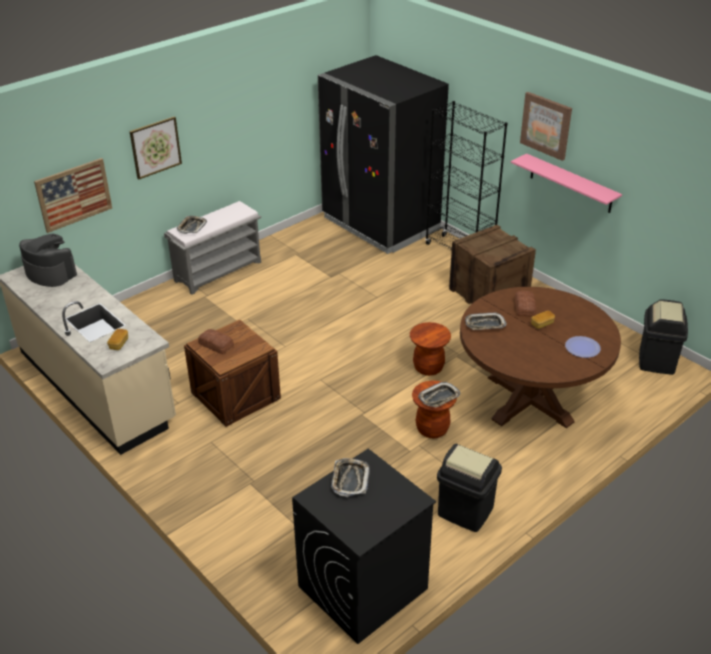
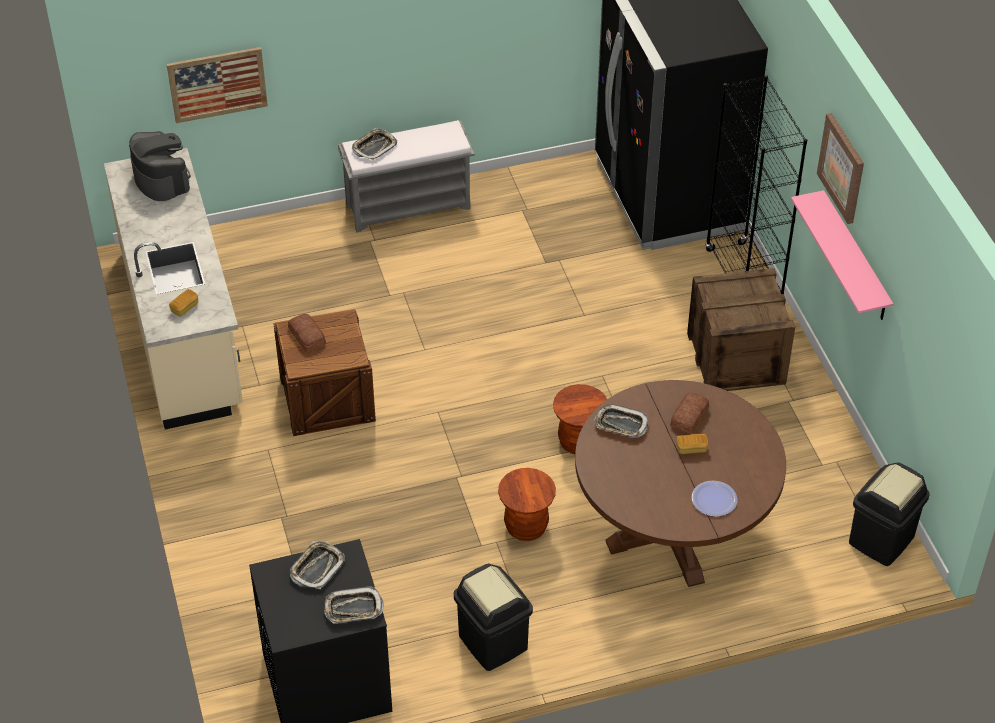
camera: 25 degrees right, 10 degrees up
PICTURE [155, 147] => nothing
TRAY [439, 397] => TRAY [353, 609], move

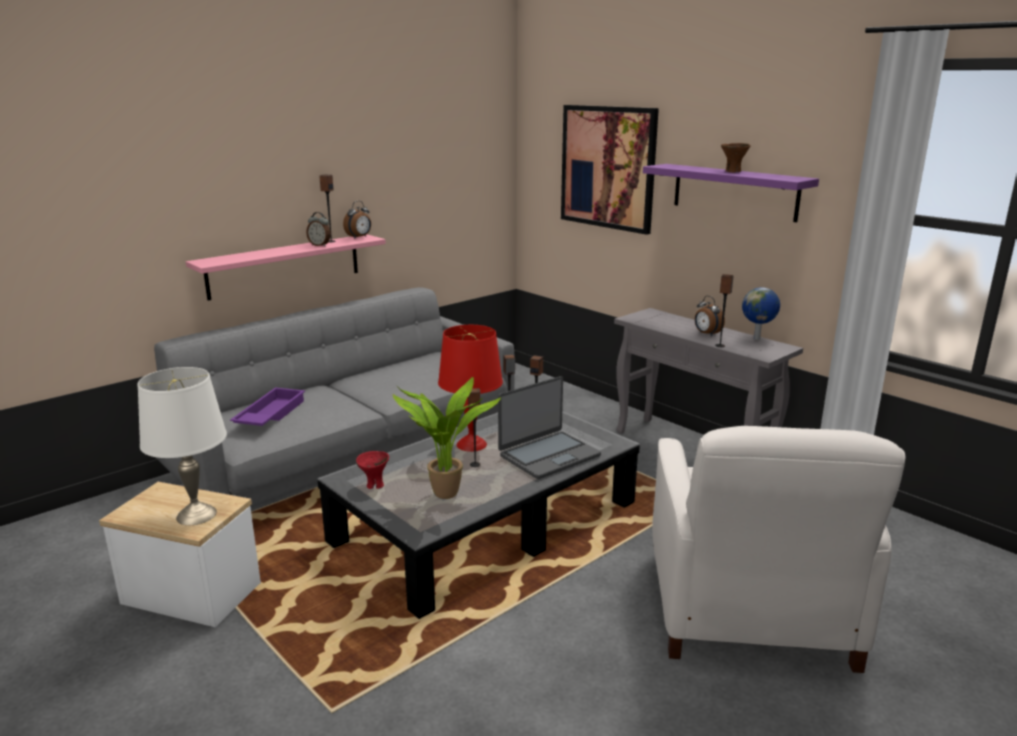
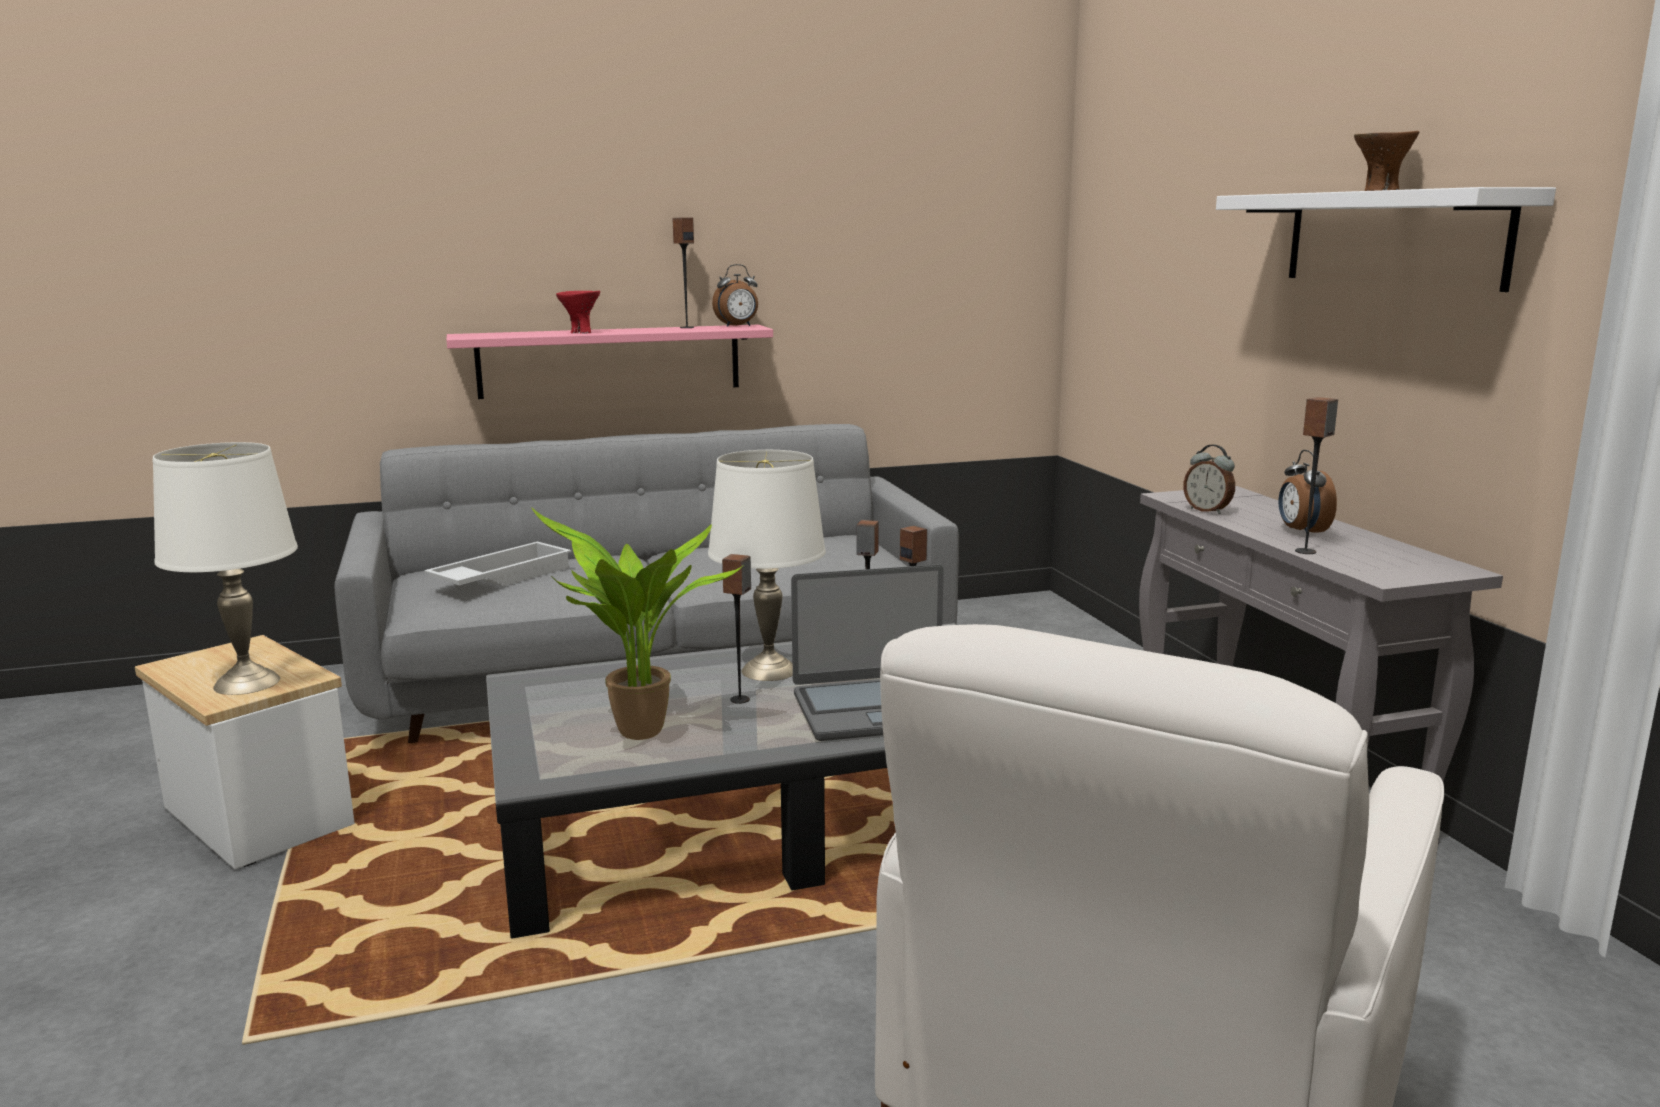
camera: 25 degrees right, 5 degrees down
PICTURE [607, 167] => nothing
GLOBE [757, 339] => nothing
ALARM CLOCK [320, 245] => ALARM CLOCK [1208, 511], move
RED BOWL [375, 485] => RED BOWL [581, 332], move
PURPLE TRAY [269, 414] => WHITE TRAY [501, 577]
RED TABLE LAMP [472, 444] => WHITE TABLE LAMP [770, 670]
PURPLE SHELF [734, 191] => WHITE SHELF [1392, 238]

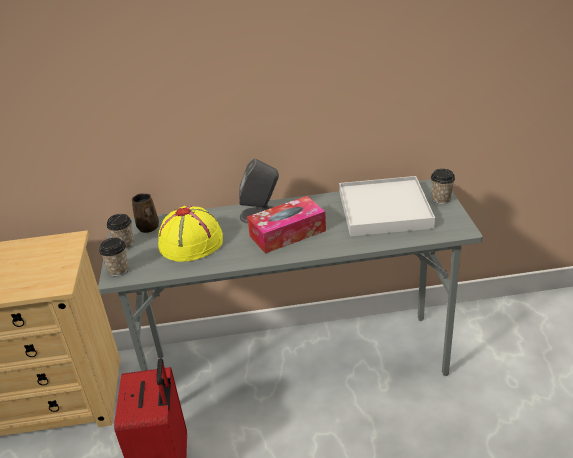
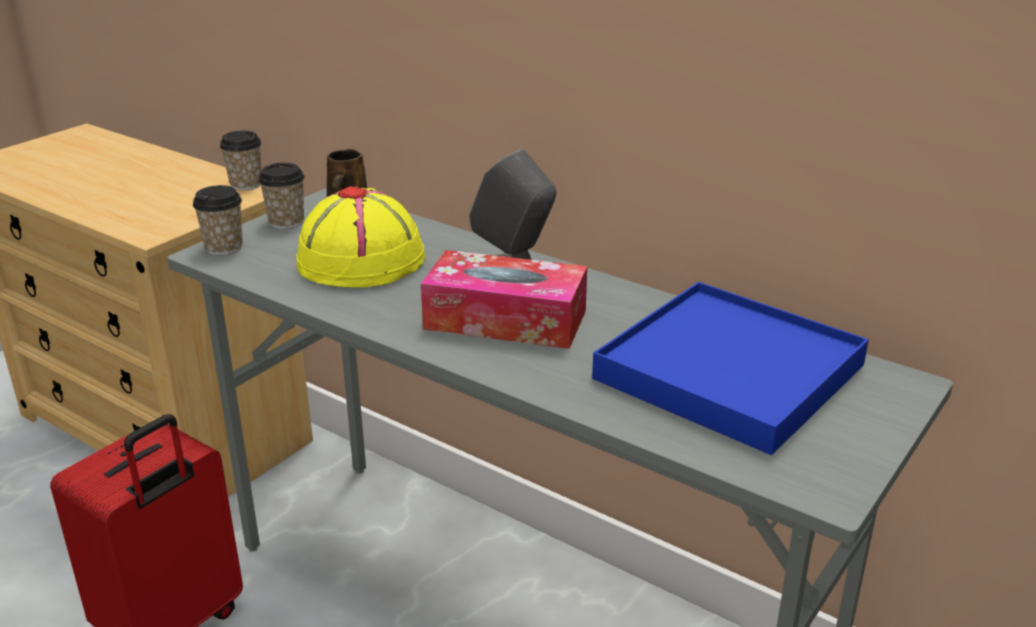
camera: 40 degrees right, 5 degrees down
CUP [441, 199] => CUP [246, 184], move
WHITE TRAY [384, 210] => BLUE TRAY [729, 372]

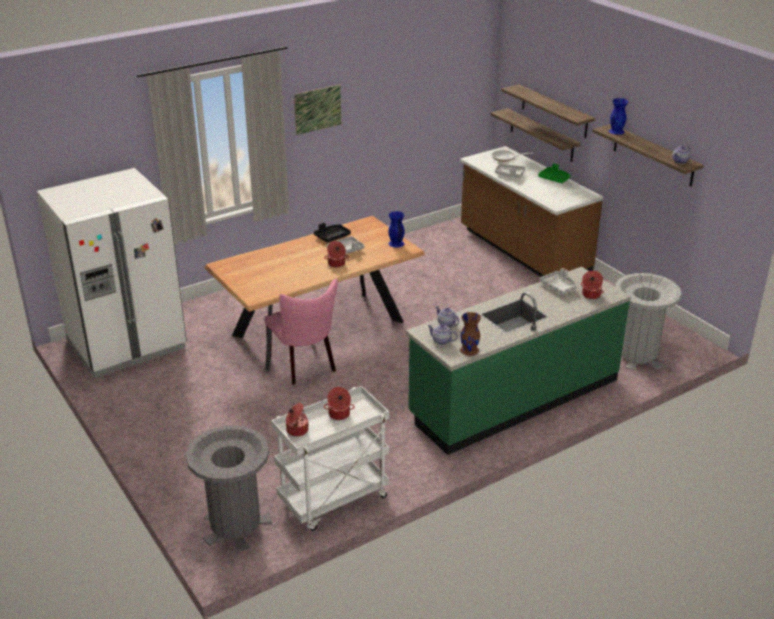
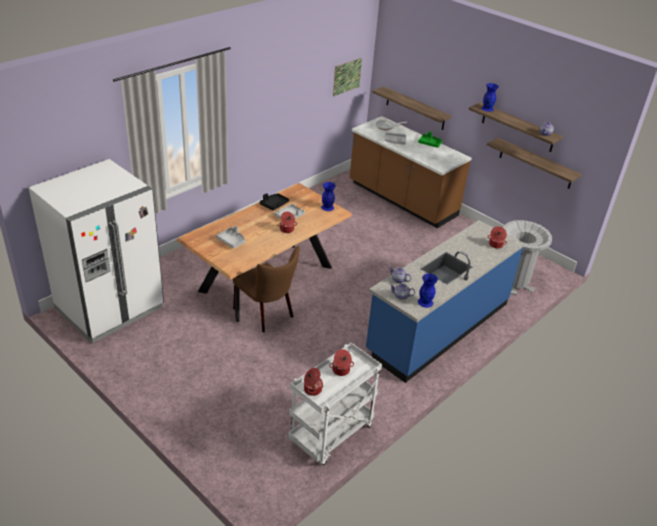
camera: 15 degrees left, 5 degrees up
GREY TRASH CAN [235, 525] => nothing
PICTURE [317, 109] => PICTURE [347, 76], move
SHELF [554, 111] => SHELF [535, 163], move
GREY TRAY [559, 287] => GREY TRAY [232, 241], move
PINK CHAIR [304, 365] => BROWN CHAIR [266, 314]
GREEN COUNTER [514, 398] => BLUE COUNTER [438, 327]
BROWN VASE [469, 350] => BLUE VASE [425, 302]

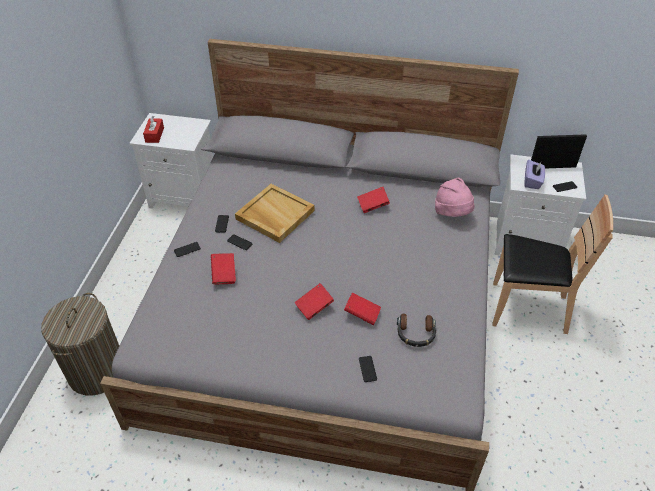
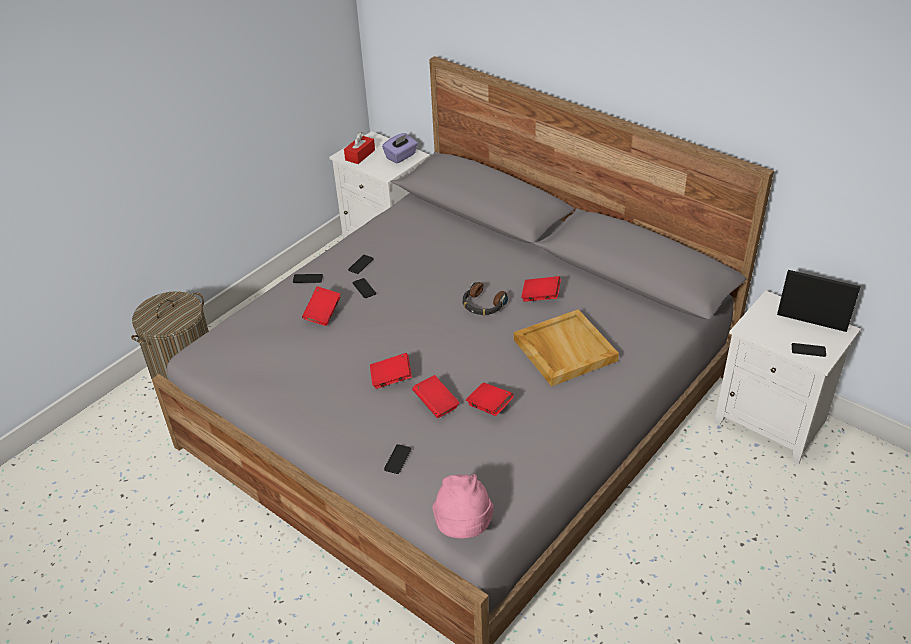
camera: 30 degrees right, 5 degrees down
BROWN CHAIR [527, 309] => nothing
nothing => RED BOOK [489, 406]
BEIGE TRAY [274, 215] => BEIGE TRAY [564, 350], move
HEADPHONES [415, 333] => HEADPHONES [483, 305], move
PINK HAT [452, 214] => PINK HAT [463, 527], move
PURPLE TISSUE BOX [532, 181] => PURPLE TISSUE BOX [401, 156], move

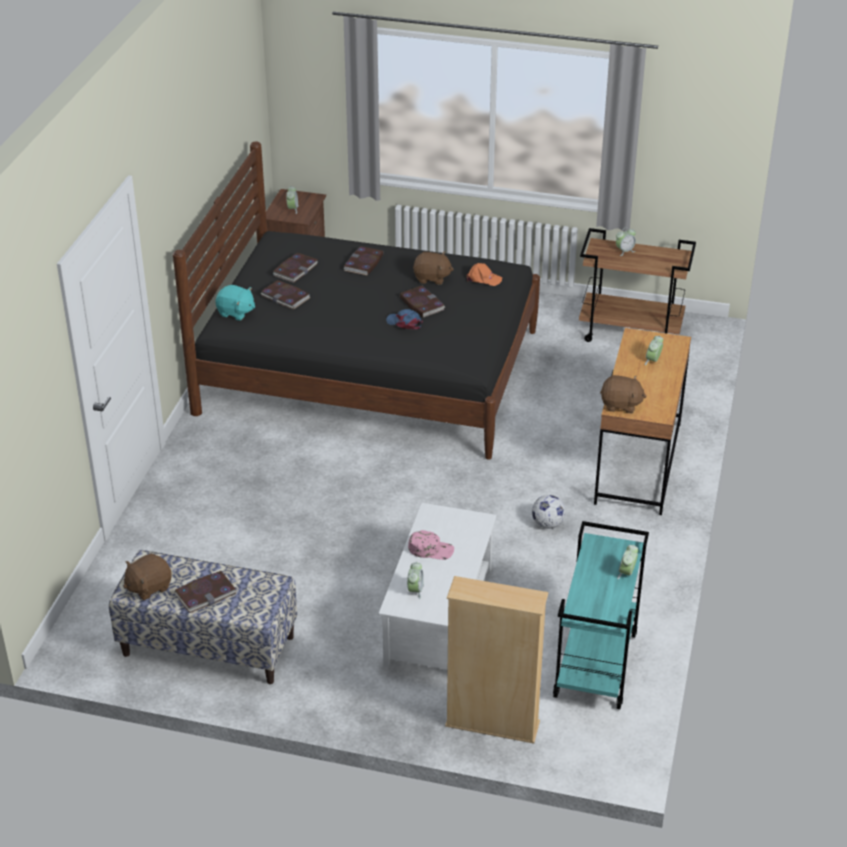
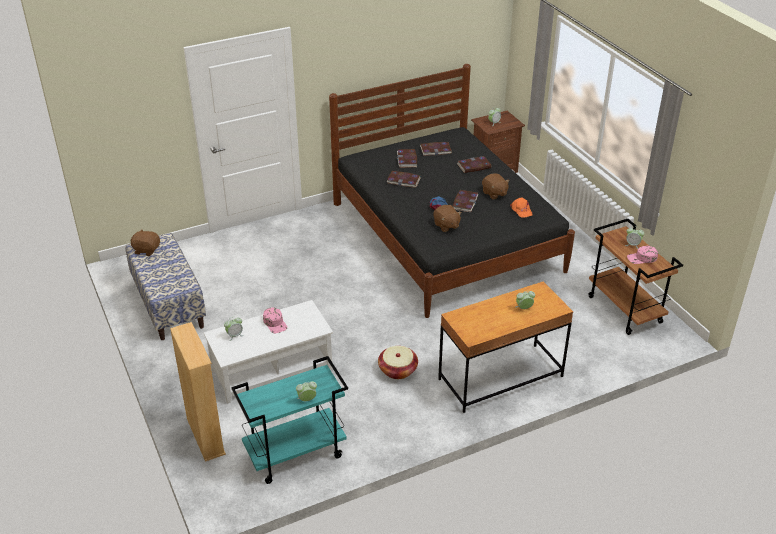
camera: 50 degrees right, 0 degrees up
TURQUOISE PLUSH TOY [236, 313] => nothing
nothing => PINK CAP [642, 258]
BOOK [205, 593] => BOOK [403, 180], move
BROWN PLUSH TOY [621, 405] => BROWN PLUSH TOY [446, 225], move
FOOTBALL [548, 524] => BASKET [397, 370]

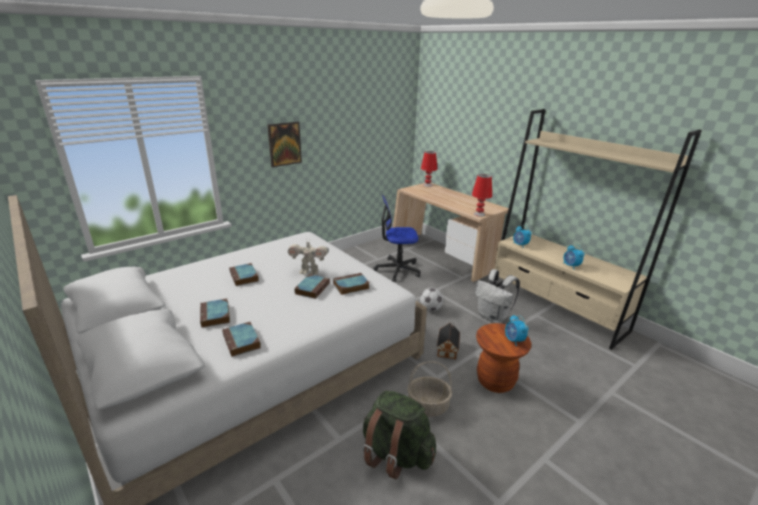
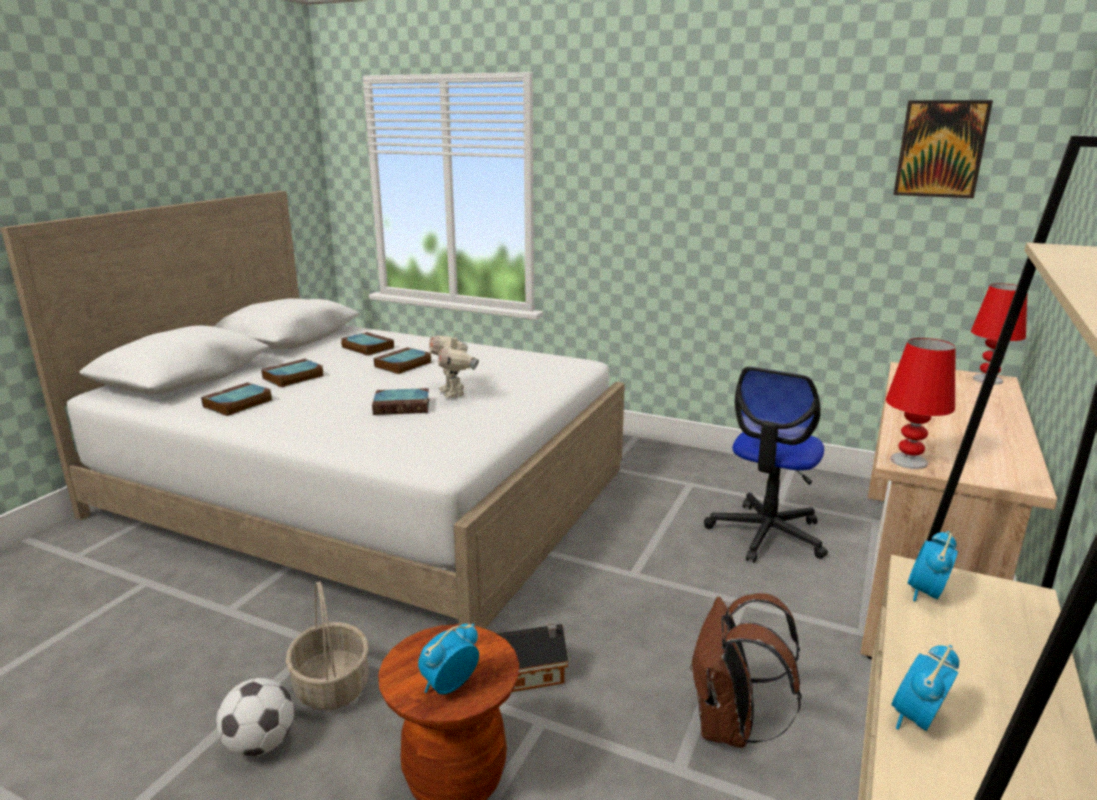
camera: 65 degrees right, 5 degrees down
GREEN BACKPACK [396, 454] => nothing
PICTURE [284, 144] => PICTURE [941, 149], move
BOOK [350, 286] => BOOK [366, 347], move
FOOTBALL [430, 309] => FOOTBALL [260, 744], move
WHITE BACKPACK [493, 317] => BROWN BACKPACK [730, 727]
OFFICE CHAIR [397, 270] => OFFICE CHAIR [766, 534], 120 degrees counterclockwise

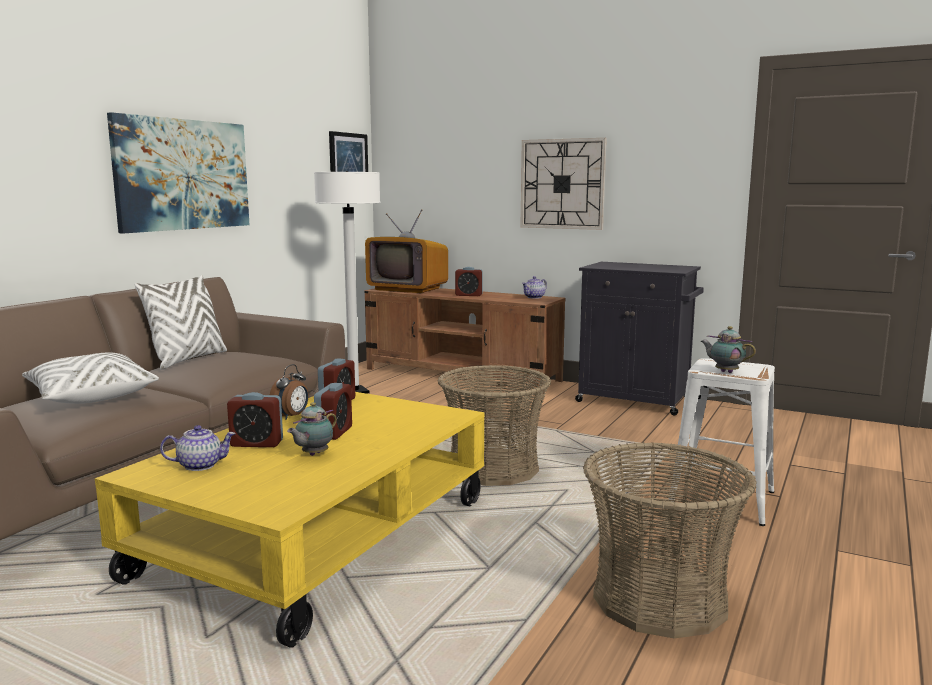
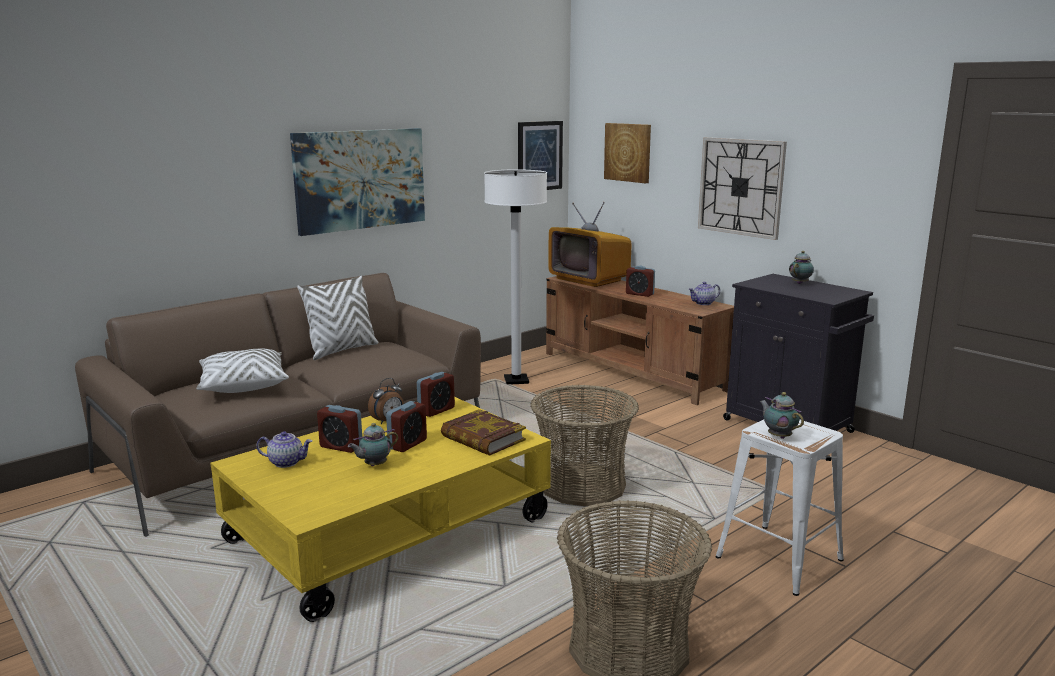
camera: 20 degrees right, 5 degrees up
nothing => BOOK [482, 438]
nothing => PICTURE [628, 152]
nothing => TEAPOT [800, 283]

